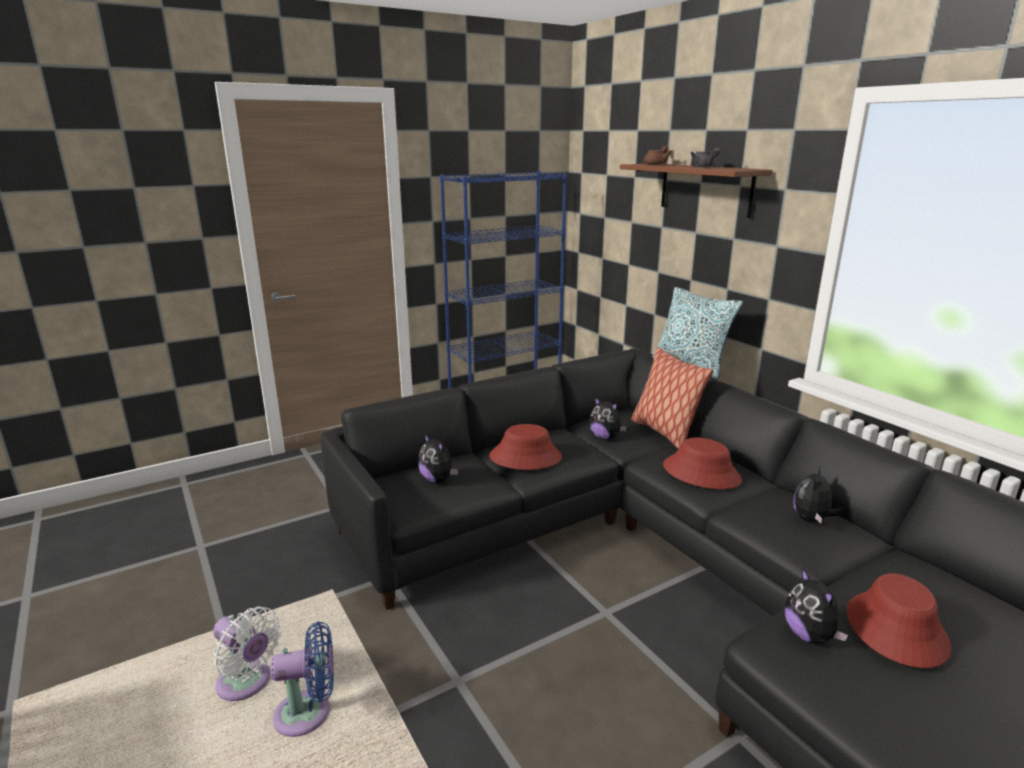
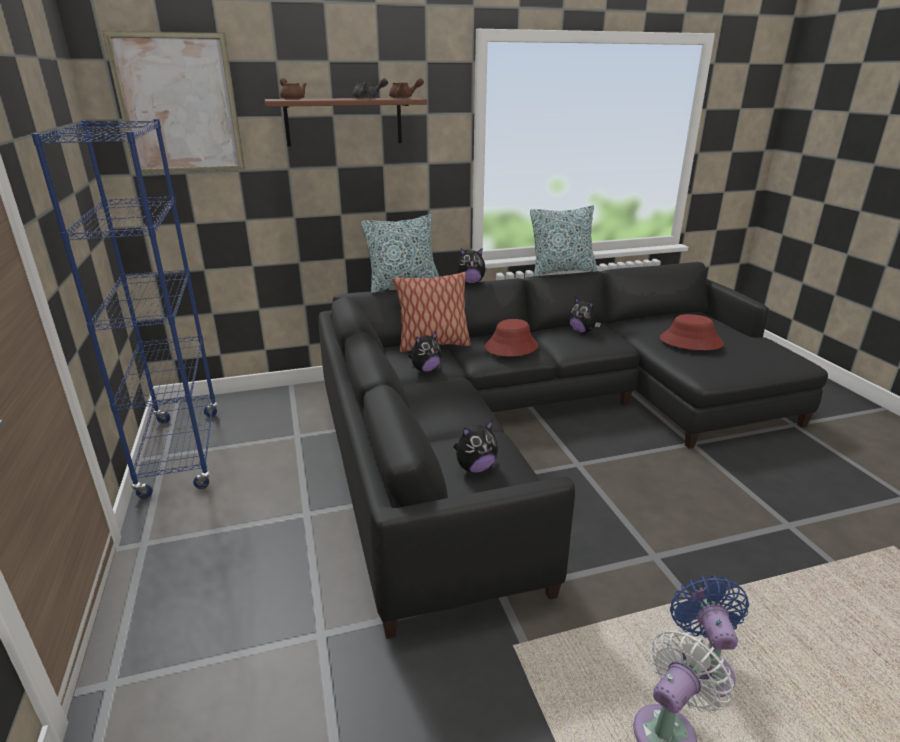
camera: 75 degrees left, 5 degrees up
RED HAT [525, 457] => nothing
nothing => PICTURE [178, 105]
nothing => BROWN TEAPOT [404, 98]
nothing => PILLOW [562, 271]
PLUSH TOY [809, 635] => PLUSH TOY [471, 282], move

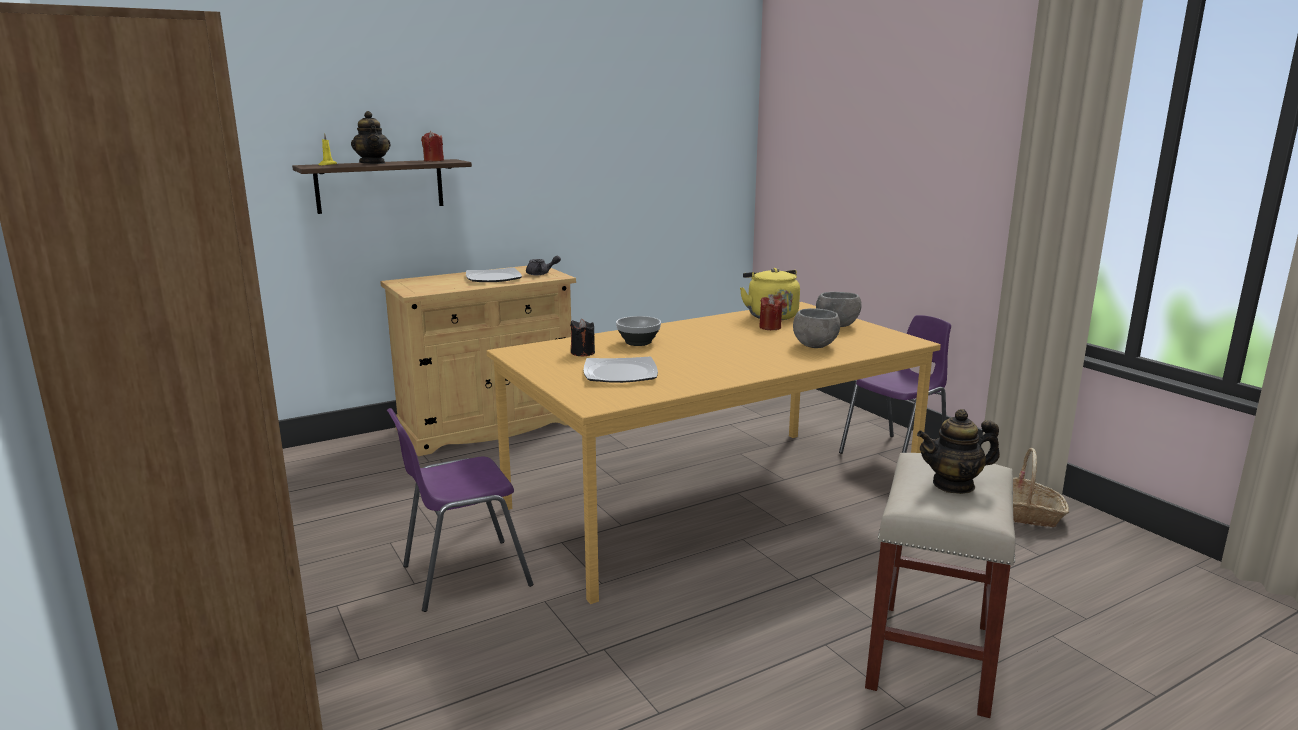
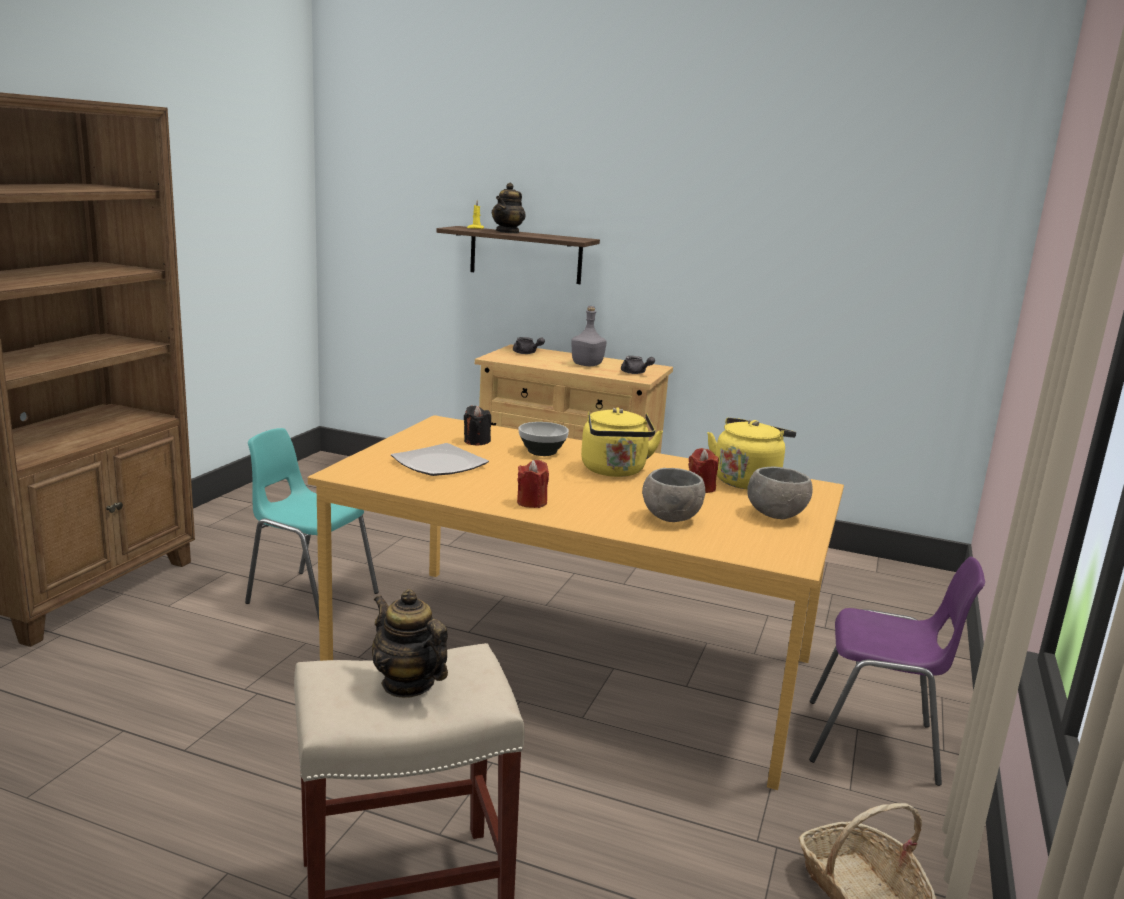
camera: 50 degrees right, 0 degrees up
nothing => GREY TEAPOT [526, 353]
nothing => YELLOW KETTLE [615, 471]
RED CANDLE [433, 160] => RED CANDLE [532, 502], move
PLATE [493, 278] => GREY BOTTLE [587, 365]
PURPLE CHAIR [462, 575] => TURQUOISE CHAIR [310, 597]

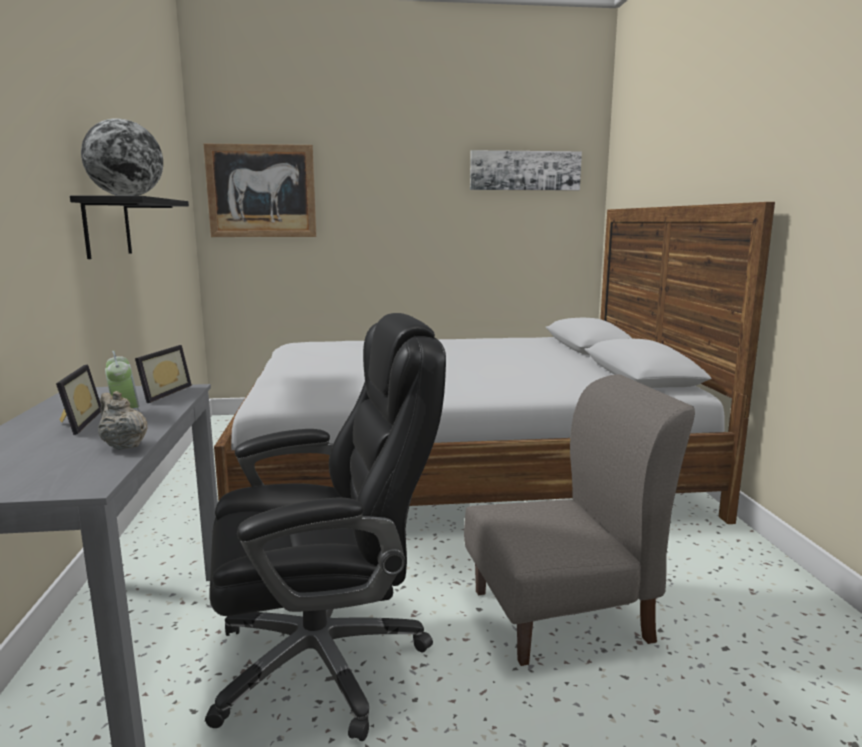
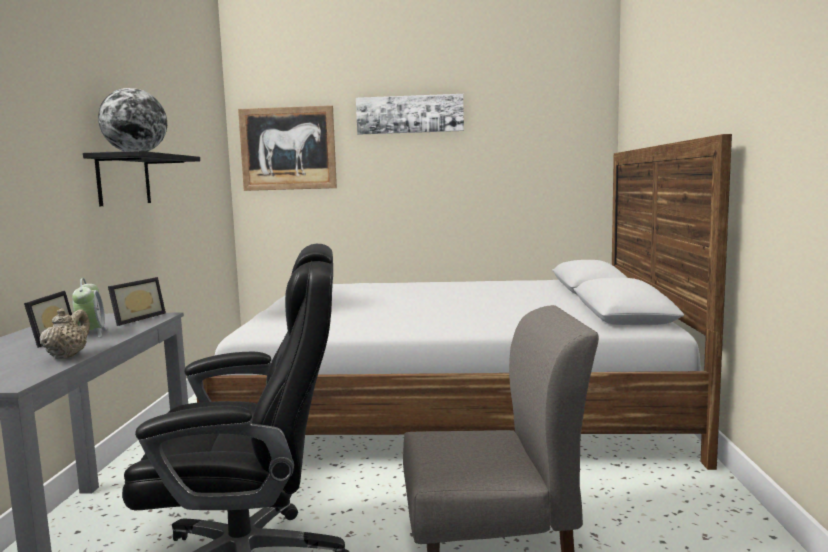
camera: 10 degrees right, 5 degrees down
PICTURE [525, 170] => PICTURE [410, 114], move
BEIGE TEAPOT [123, 445] => BEIGE TEAPOT [67, 356], 45 degrees clockwise

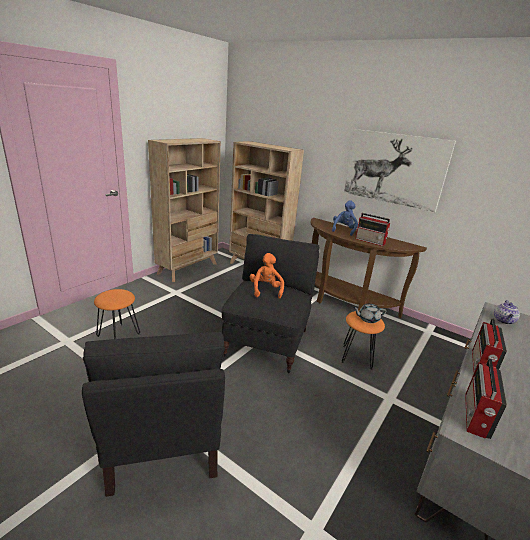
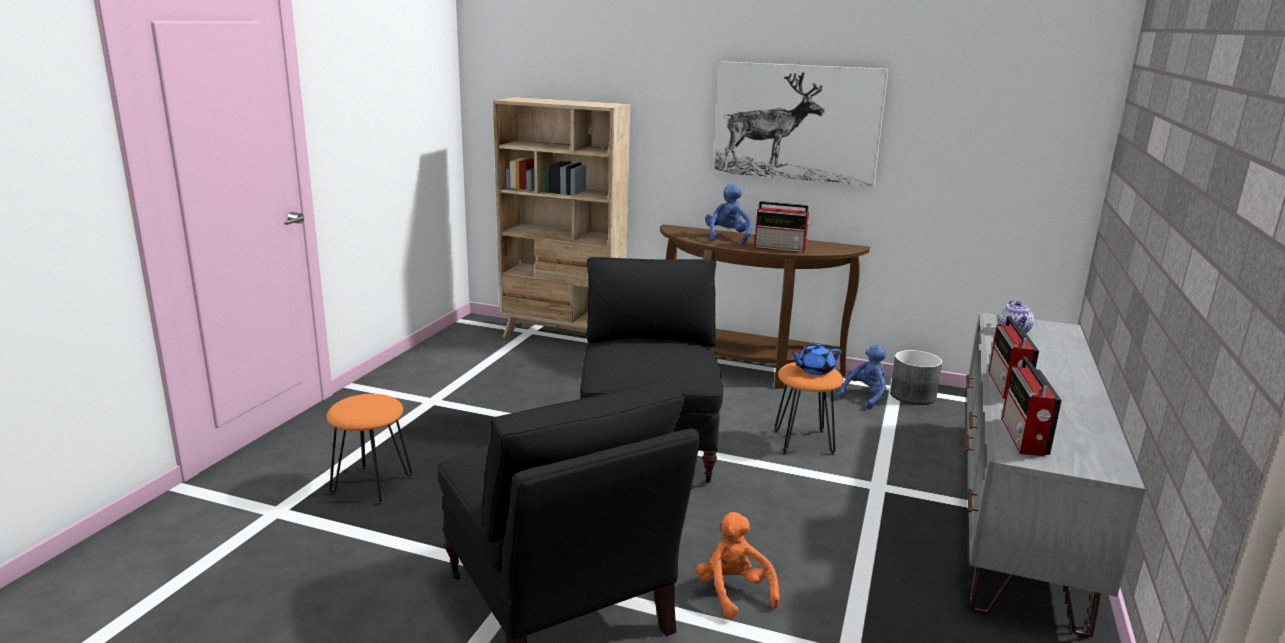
camera: 15 degrees left, 5 degrees down
BEIGE BOOKCASE [188, 268] => nothing
nothing => BLUE PLUSH TOY [865, 397]
nothing => GREY PLANTER [912, 395]
ORANGE PLUSH TOY [265, 290] => ORANGE PLUSH TOY [733, 592], move
GREY TEAPOT [368, 319] => BLUE TEAPOT [814, 370]

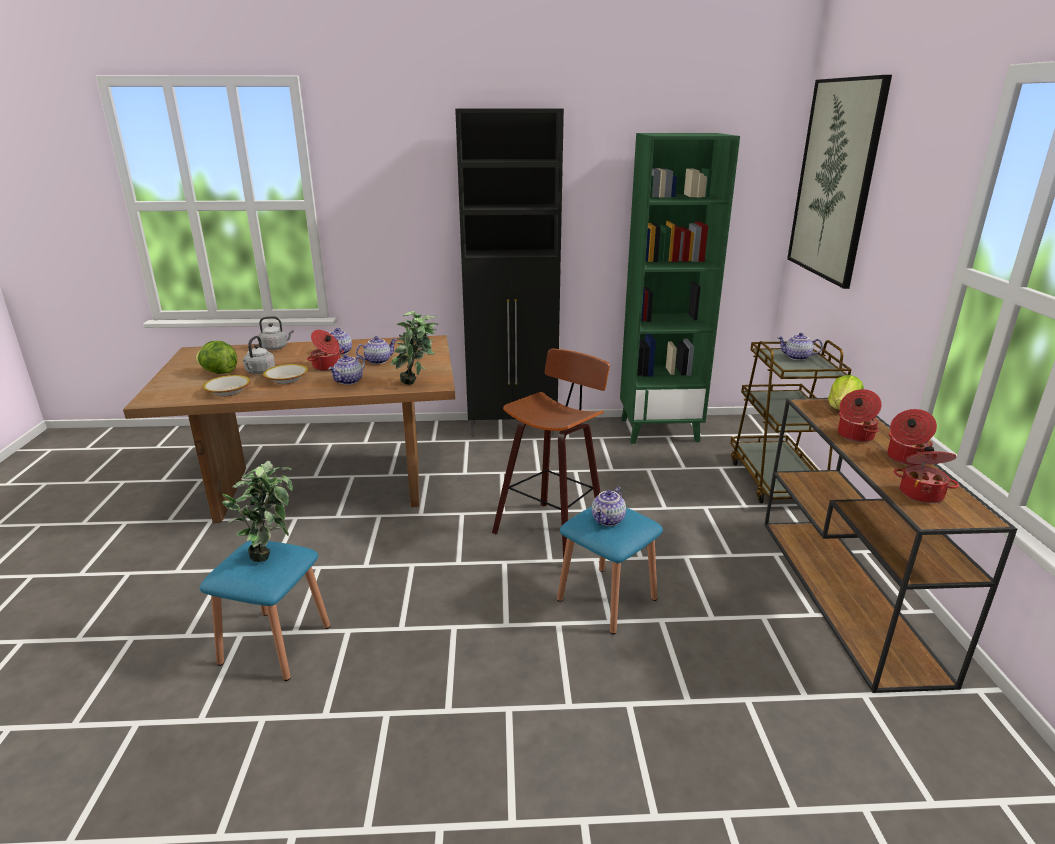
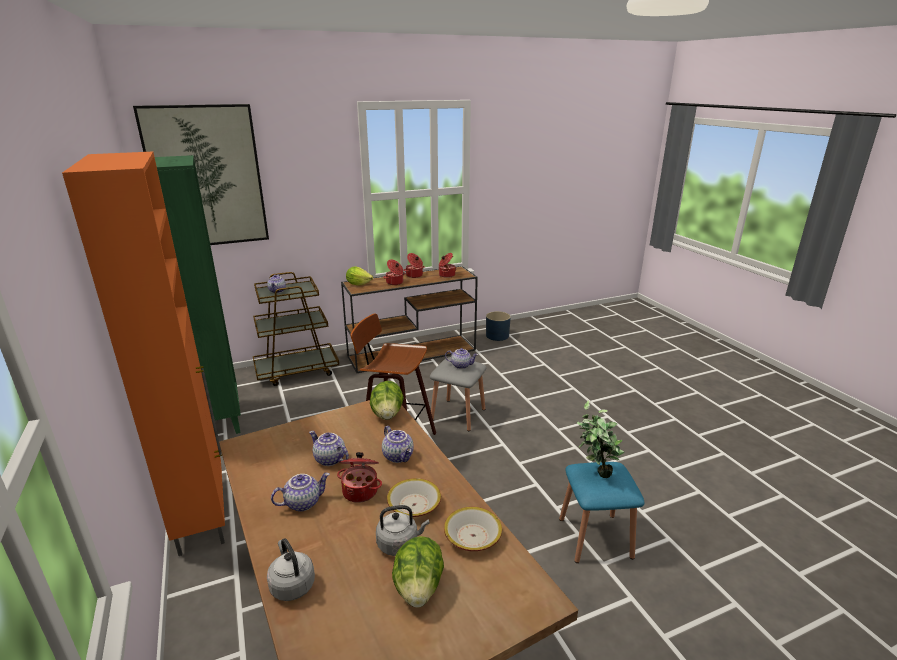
camera: 110 degrees left, 0 degrees up
nothing => BLUE PLANTER [497, 336]
POTTED PLANT [417, 384] => LETTUCE [387, 414]
BLACK CABINET [513, 429] => ORANGE CABINET [202, 514]
BLUE STOOL [607, 599] => GREY STOOL [458, 414]
TEAPOT [349, 381] => TEAPOT [399, 456], 45 degrees clockwise

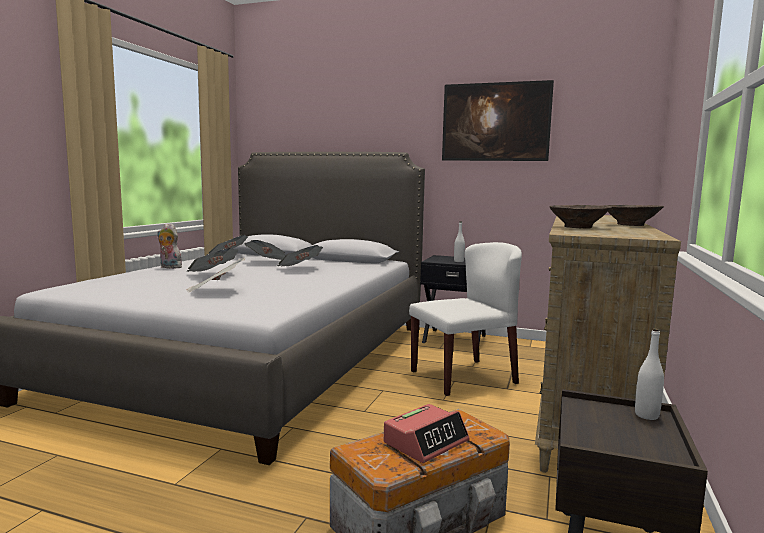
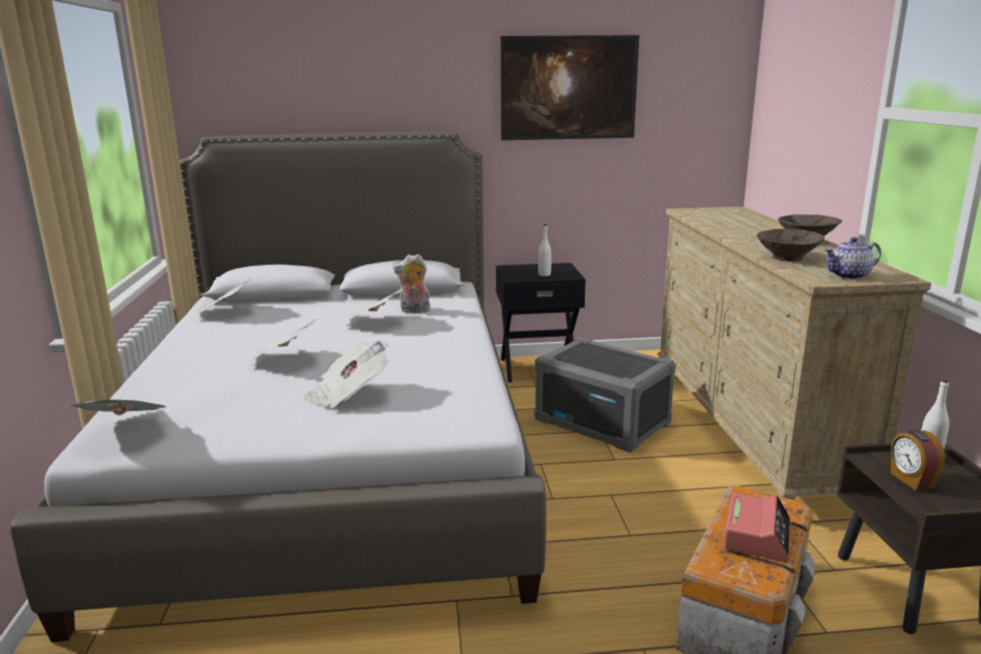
camera: 25 degrees left, 10 degrees up
nothing => TEAPOT [849, 276]
nothing => ALARM CLOCK [911, 480]
PLUSH TOY [169, 267] => PLUSH TOY [414, 311], move
NEWSPAPER [268, 262] => NEWSPAPER [126, 429], move
WHITE CHAIR [464, 377] => GREY STORAGE BOX [603, 421]

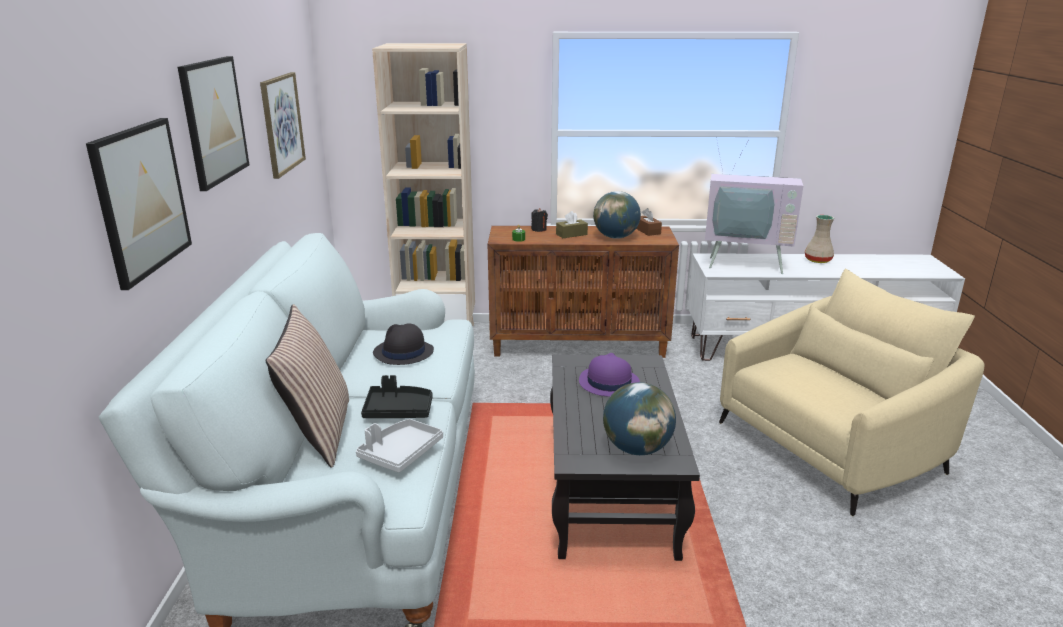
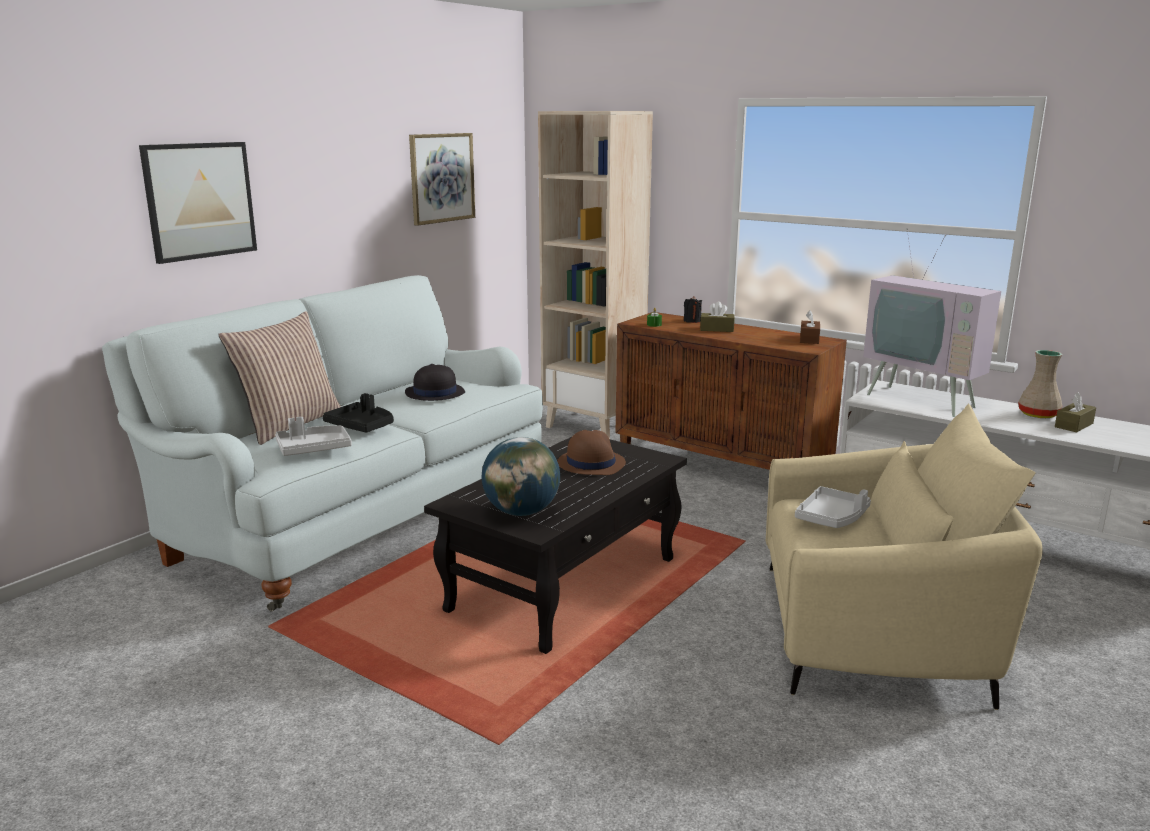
camera: 35 degrees right, 5 degrees down
PICTURE [214, 121] => nothing
GLOBE [615, 237] => nothing
nothing => GREY TRAY [832, 518]
nothing => BROWN TISSUE BOX [1073, 425]
PURPLE HAT [608, 382] => BROWN HAT [590, 463]

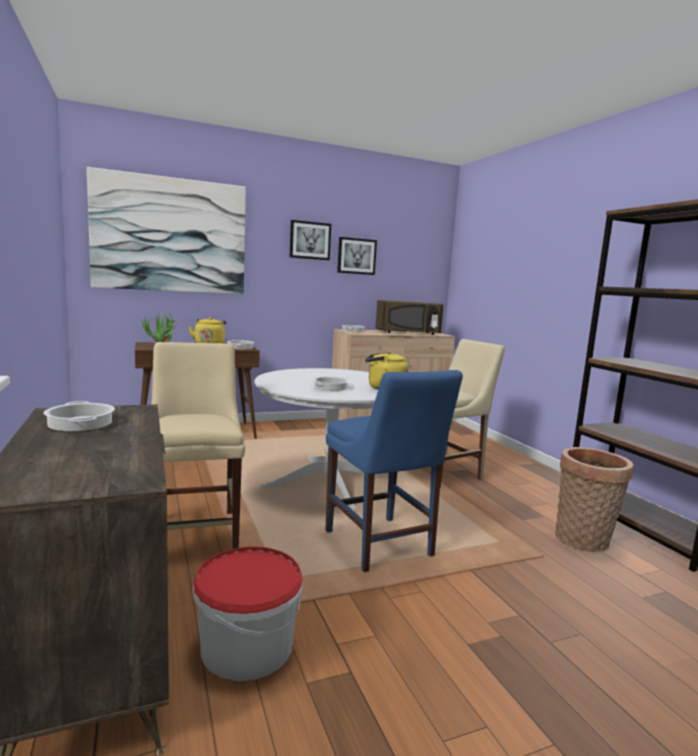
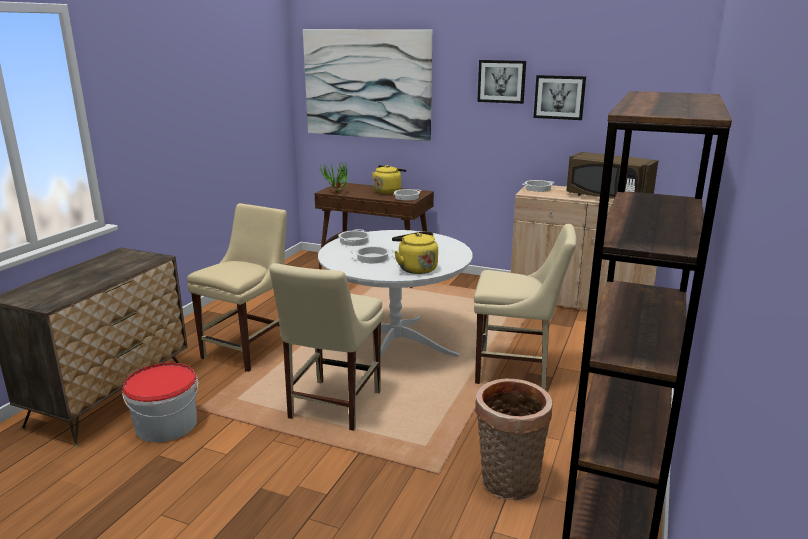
camera: 45 degrees right, 10 degrees up
COOKING POT [81, 423] => COOKING POT [354, 241], move
BLUE CHAIR [380, 546] => BEIGE CHAIR [332, 407]

